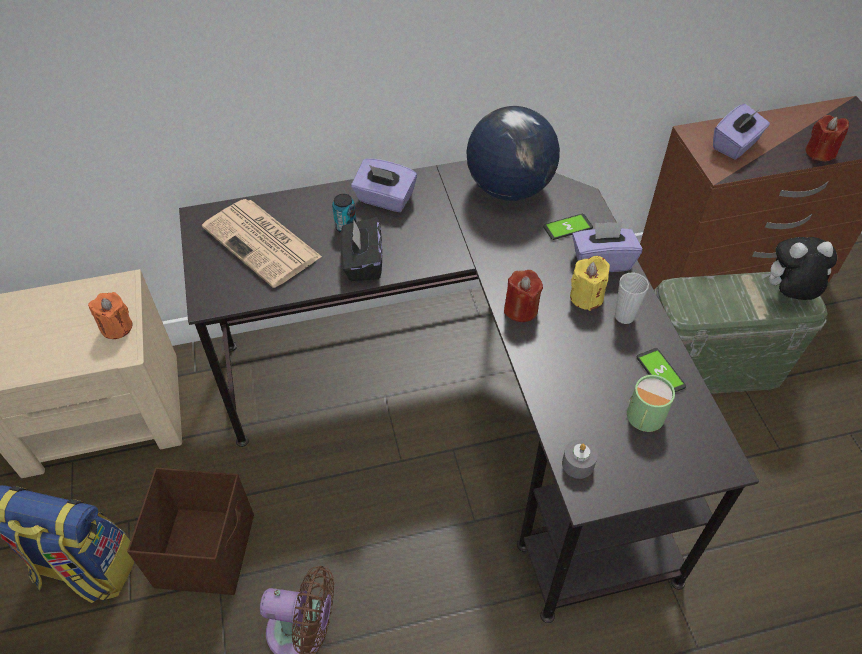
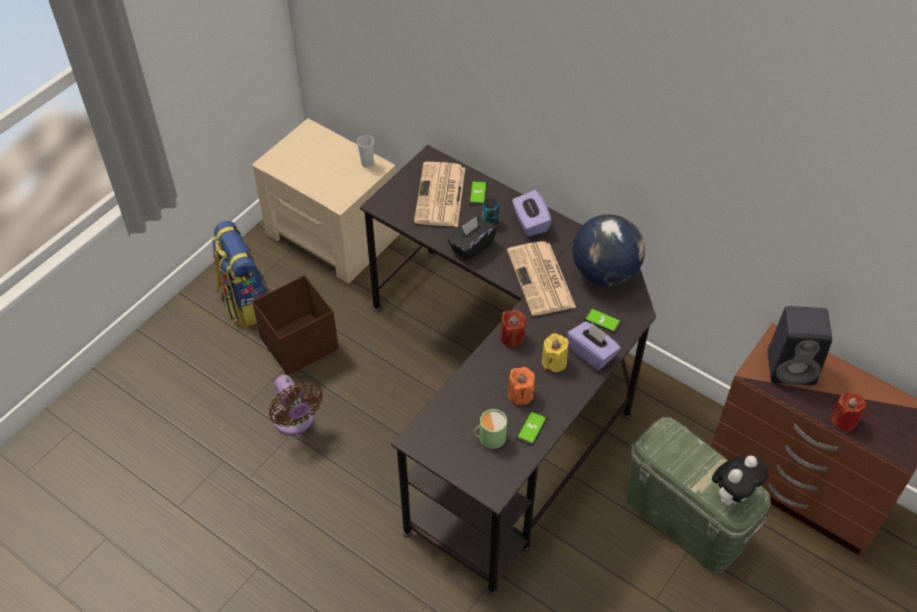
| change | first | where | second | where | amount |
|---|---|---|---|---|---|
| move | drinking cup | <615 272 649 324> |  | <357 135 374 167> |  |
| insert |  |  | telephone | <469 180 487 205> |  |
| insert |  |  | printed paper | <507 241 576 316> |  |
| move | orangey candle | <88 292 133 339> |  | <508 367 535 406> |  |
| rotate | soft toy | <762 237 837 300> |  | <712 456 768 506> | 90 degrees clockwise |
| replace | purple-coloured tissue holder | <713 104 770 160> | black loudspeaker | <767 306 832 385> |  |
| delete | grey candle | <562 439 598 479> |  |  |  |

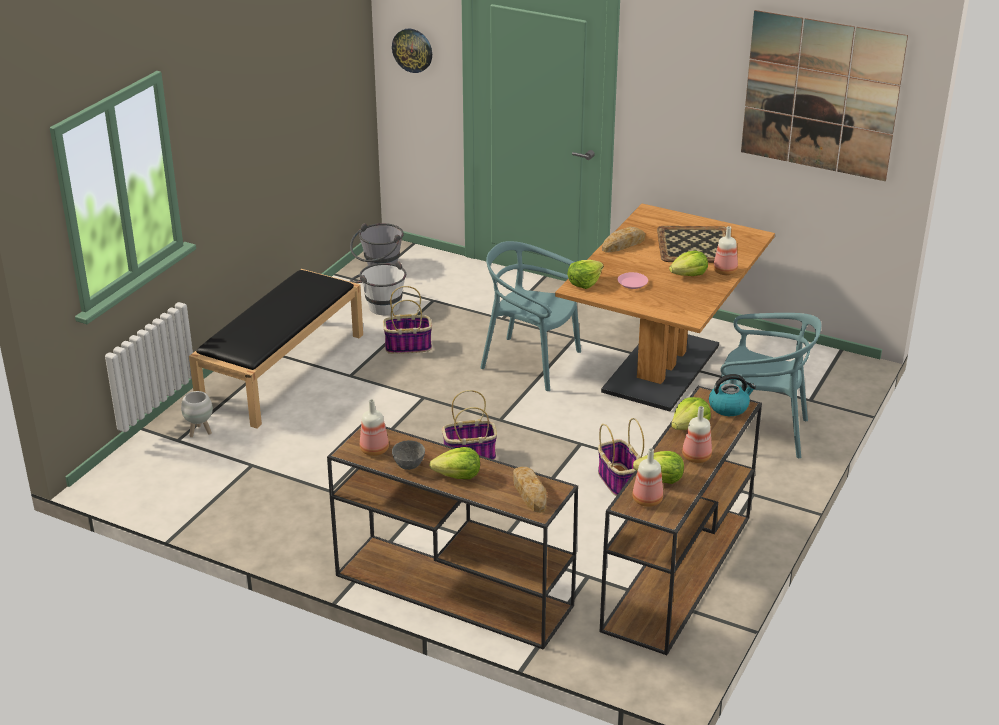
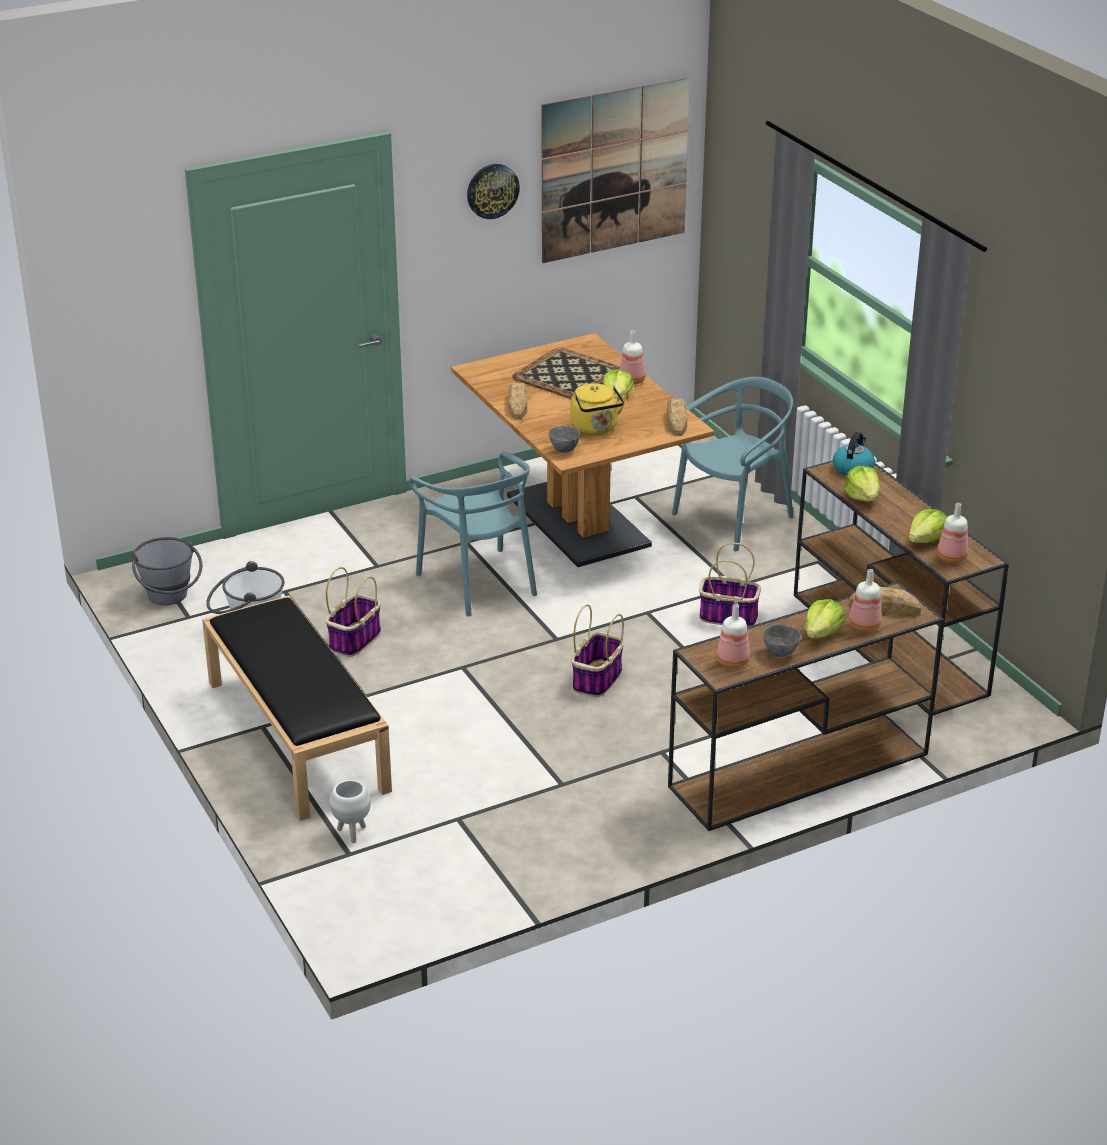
| change | first | where | second | where | amount |
|---|---|---|---|---|---|
| rotate | blue-green upright chair | <480 241 581 391> |  | <409 452 537 617> | 90 degrees counterclockwise |
| move | wall clock | <392 29 432 73> |  | <467 164 520 219> |  |
| replace | head of lettuce | <567 260 604 289> | grey serving bowl | <549 426 580 453> |  |
| replace | pink flat dish | <618 272 648 289> | yellow-coloured kettle | <571 384 626 435> |  |
| insert |  |  | bakery bread | <667 399 687 436> |  |
| move | drink bottle | <682 406 712 463> |  | <849 569 882 632> |  |

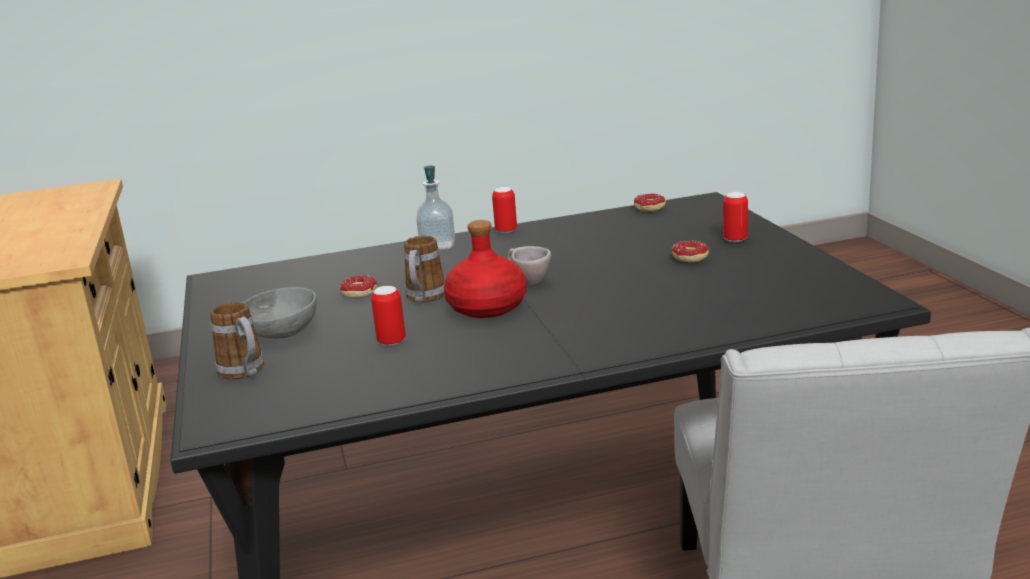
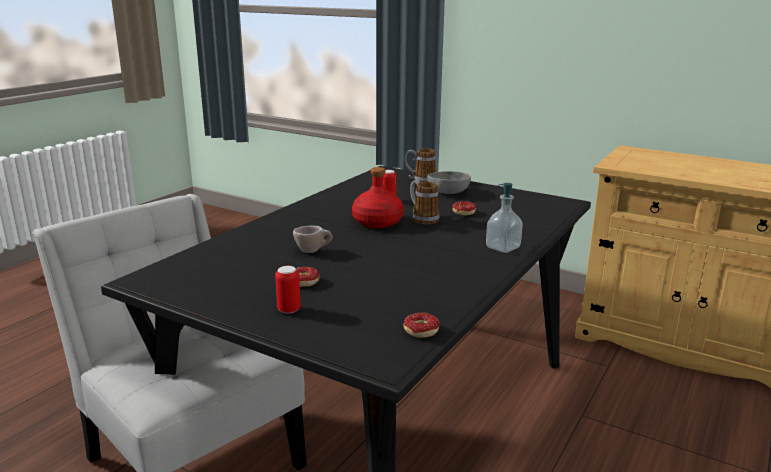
| change | first | where | second | where | amount |
|---|---|---|---|---|---|
| move | beige drinking cup | <507 246 551 285> |  | <293 225 333 253> |  |
| delete | metal can | <492 187 517 233> |  |  |  |

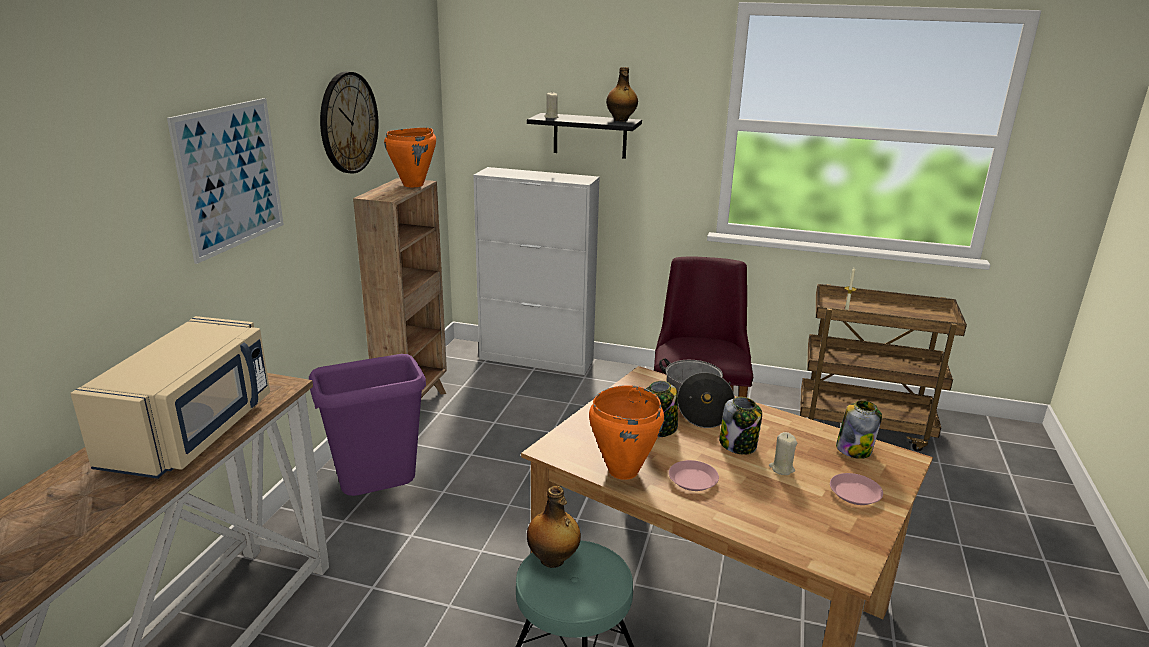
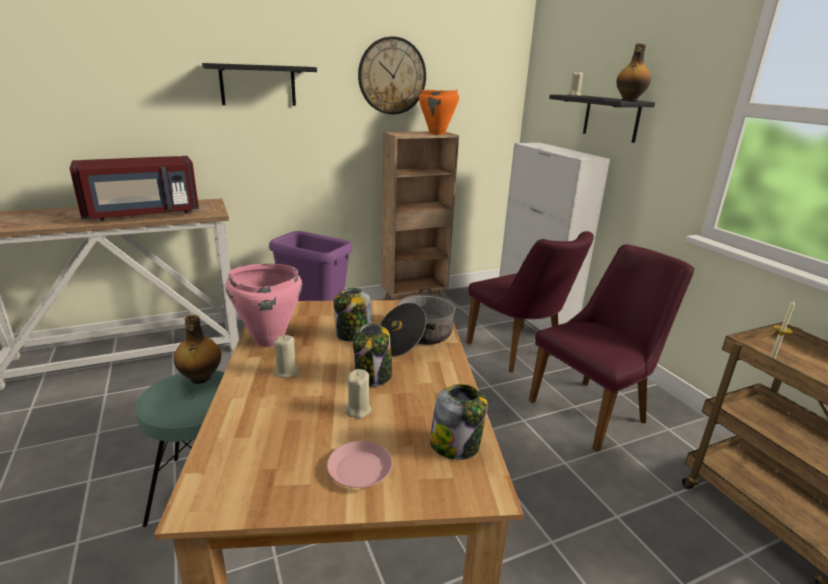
| change | first | where | second | where | amount |
|---|---|---|---|---|---|
| recolor | beige kitchen microwave | <70 316 270 479> | red-coloured kitchen microwave | <69 156 199 220> |  |
| replace | wall picture | <167 98 284 264> | black wall shelf | <202 63 317 106> |  |
| recolor | orangey saucepot | <589 385 664 480> | pink saucepot | <226 264 302 347> |  |
| replace | pink flat dish | <669 460 719 491> | beige candle | <273 335 300 378> |  |
| insert |  |  | purple-coloured upright chair | <466 231 594 373> |  |

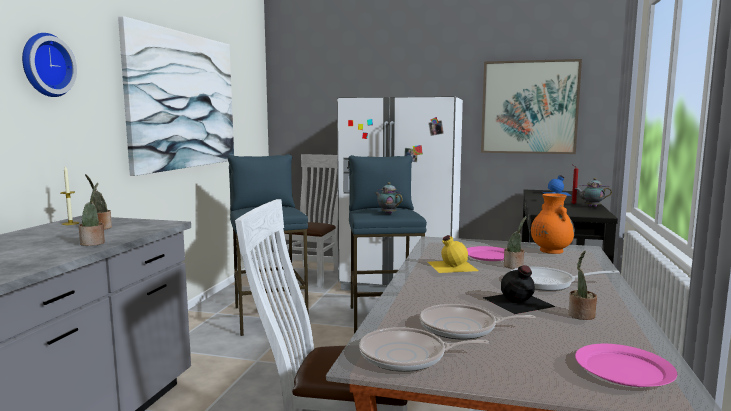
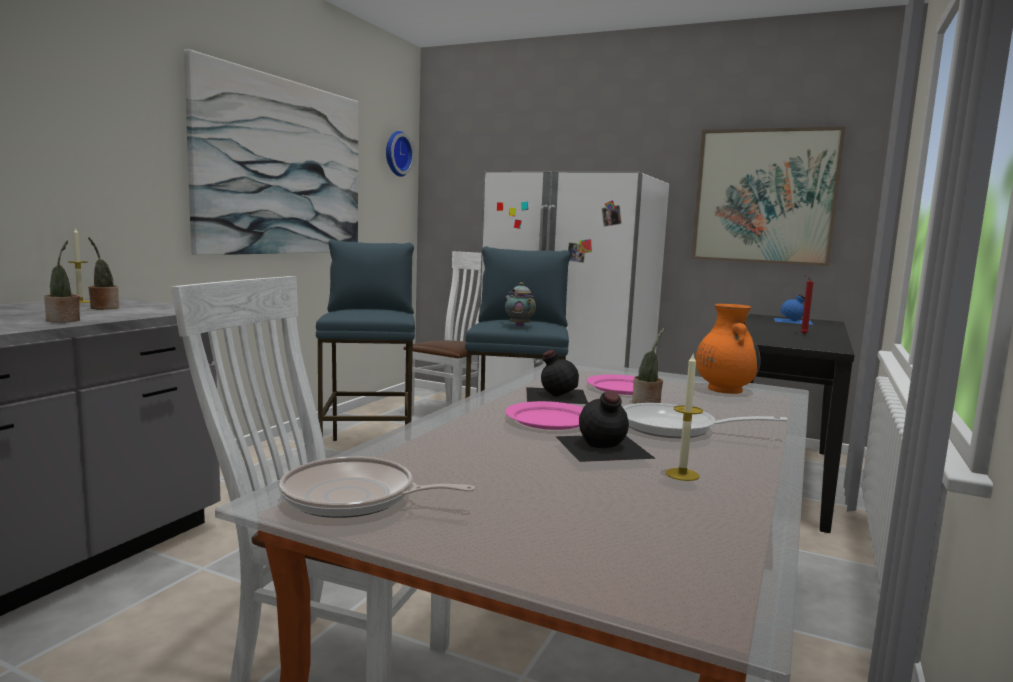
| change | first | where | second | where | amount |
|---|---|---|---|---|---|
| move | wall clock | <22 33 77 97> |  | <386 131 415 177> |  |
| move | pink flat dish | <575 344 677 387> |  | <505 401 584 430> |  |
| recolor | yellow-coloured drink bottle | <428 235 479 273> | black drink bottle | <526 350 588 404> |  |
| replace | houseplant | <569 251 597 320> | candle | <666 354 703 481> |  |
| delete | pan | <420 304 535 339> |  |  |  |
| delete | teapot | <575 178 612 207> |  |  |  |

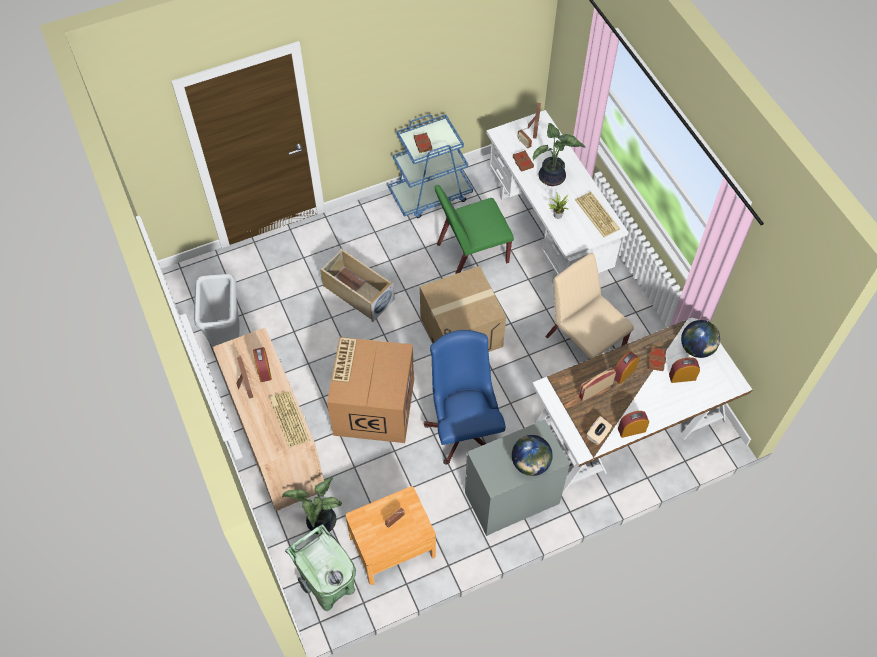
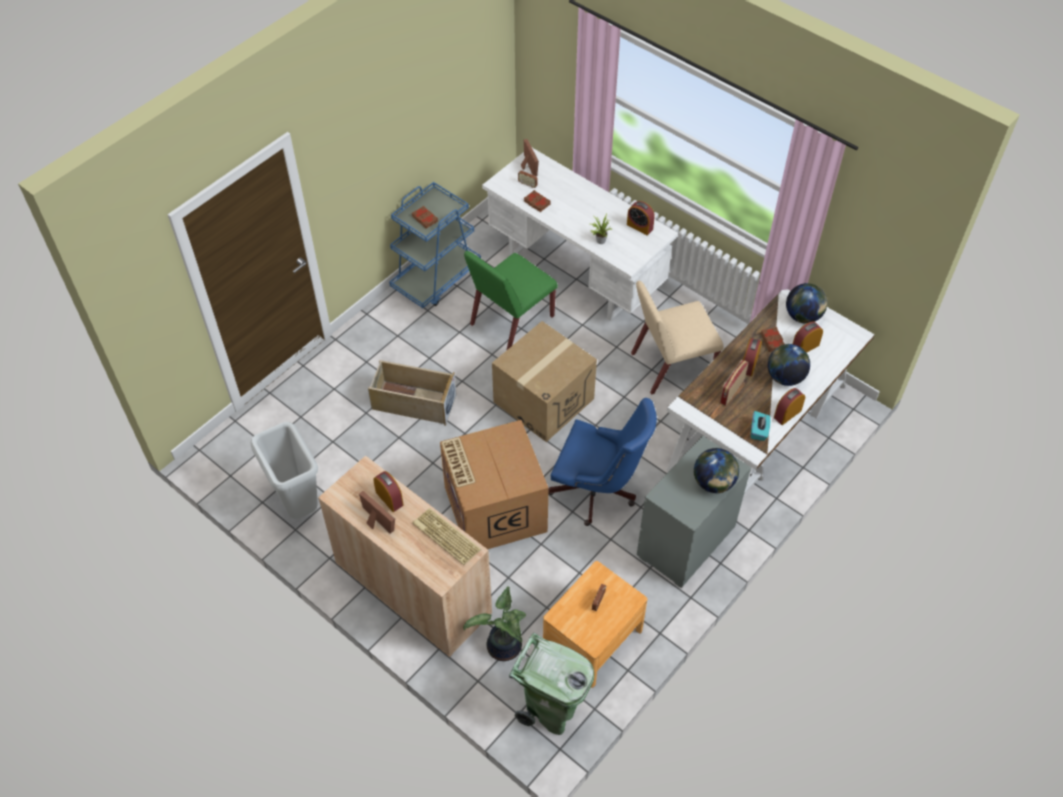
| change | first | where | second | where | amount |
|---|---|---|---|---|---|
| rotate | blue computer chair | <424 330 506 464> |  | <548 398 657 526> | 150 degrees clockwise |
| replace | PC keyboard | <575 192 620 237> | bedside clock | <627 201 655 235> |  |
| rotate | beige upright chair | <545 253 634 359> |  | <631 281 724 394> | 45 degrees counterclockwise |
| recolor | beige tissue holder | <586 416 612 445> | blue-green tissue holder | <751 411 770 441> |  |
| insert |  |  | globe | <768 344 810 386> |  |
| delete | houseplant | <533 123 585 186> |  |  |  |

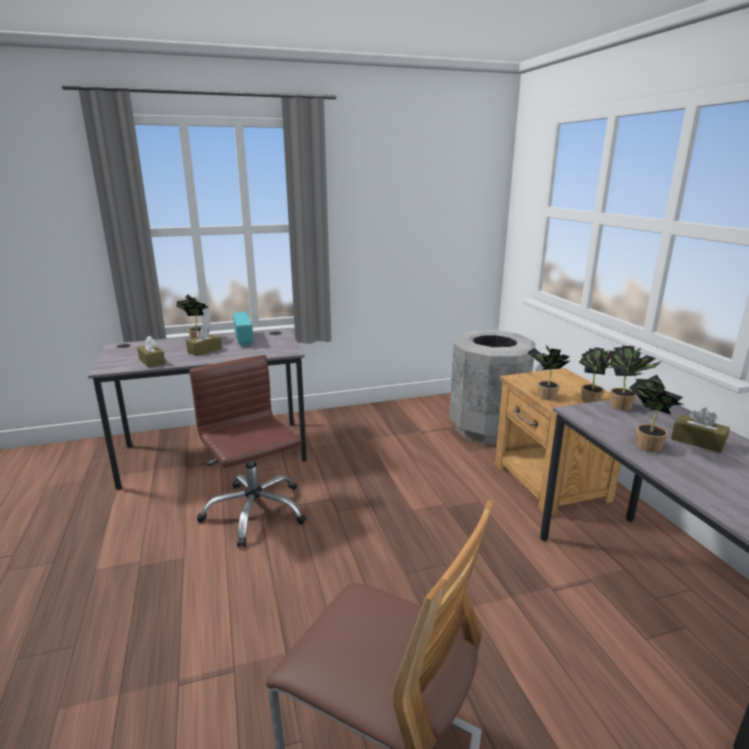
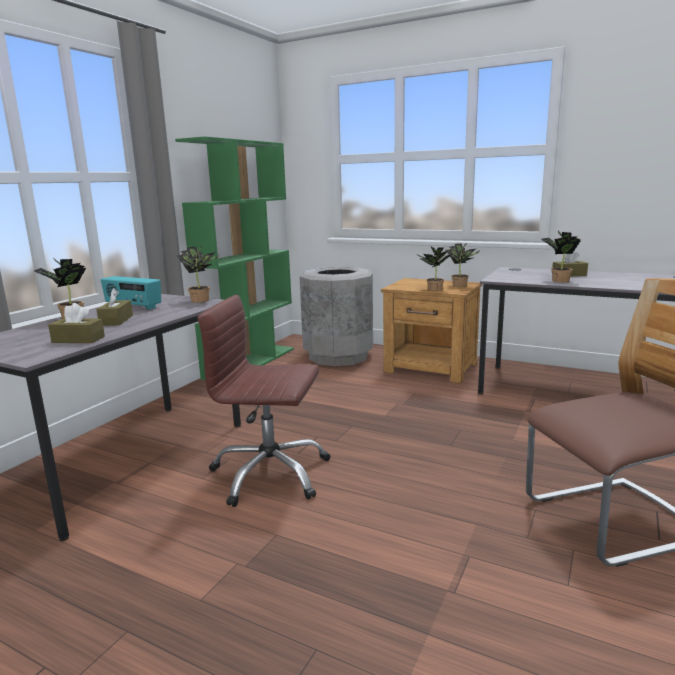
| change | first | where | second | where | amount |
|---|---|---|---|---|---|
| insert |  |  | greenish bookcase | <175 137 294 380> |  |
| move | houseplant | <609 346 661 411> |  | <177 246 219 303> |  |

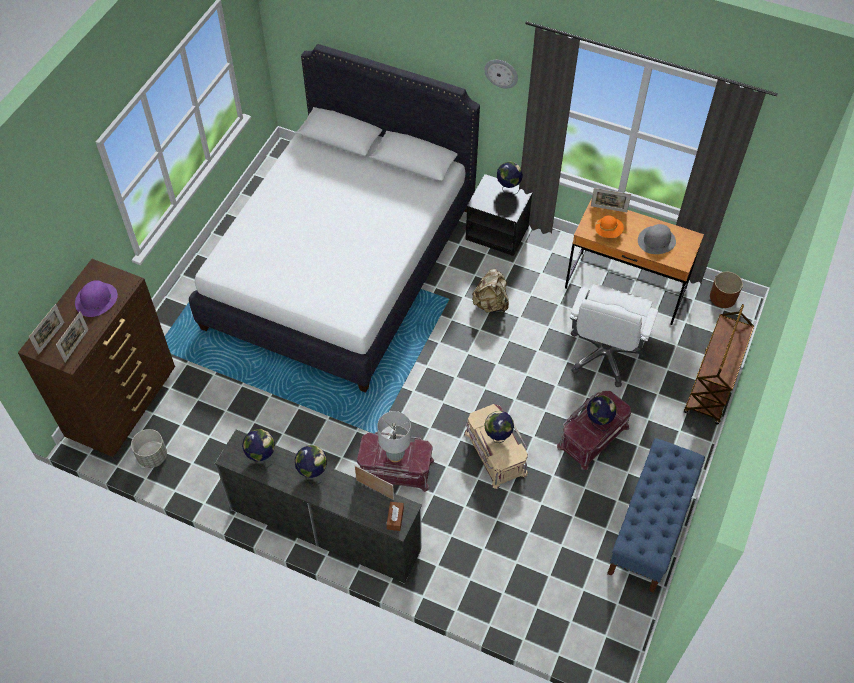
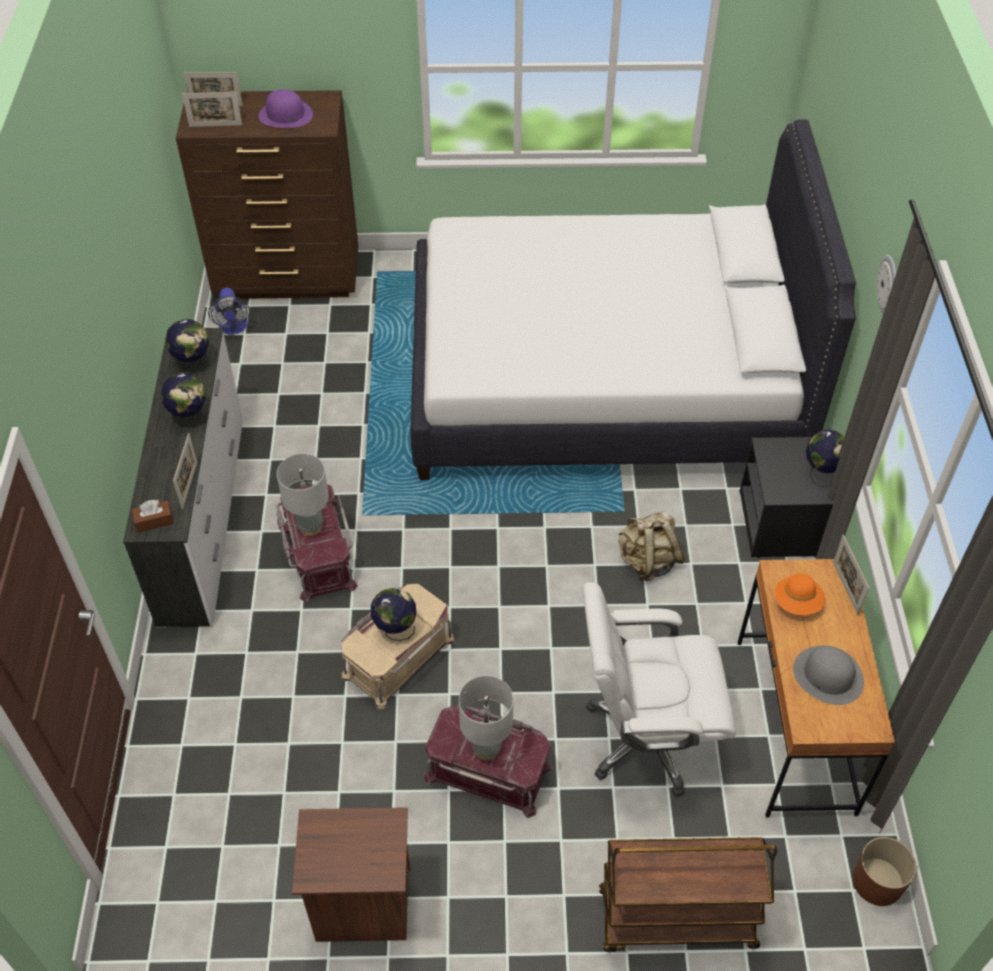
| change | first | where | second | where | amount |
|---|---|---|---|---|---|
| replace | grey plant pot | <131 429 167 468> | cooling fan | <208 287 250 335> |  |
| replace | blue indoor bench | <607 438 705 593> | brownish bedside table | <292 807 411 942> |  |
| replace | globe | <587 395 617 431> | grey lamp for a table | <459 676 513 760> |  |

